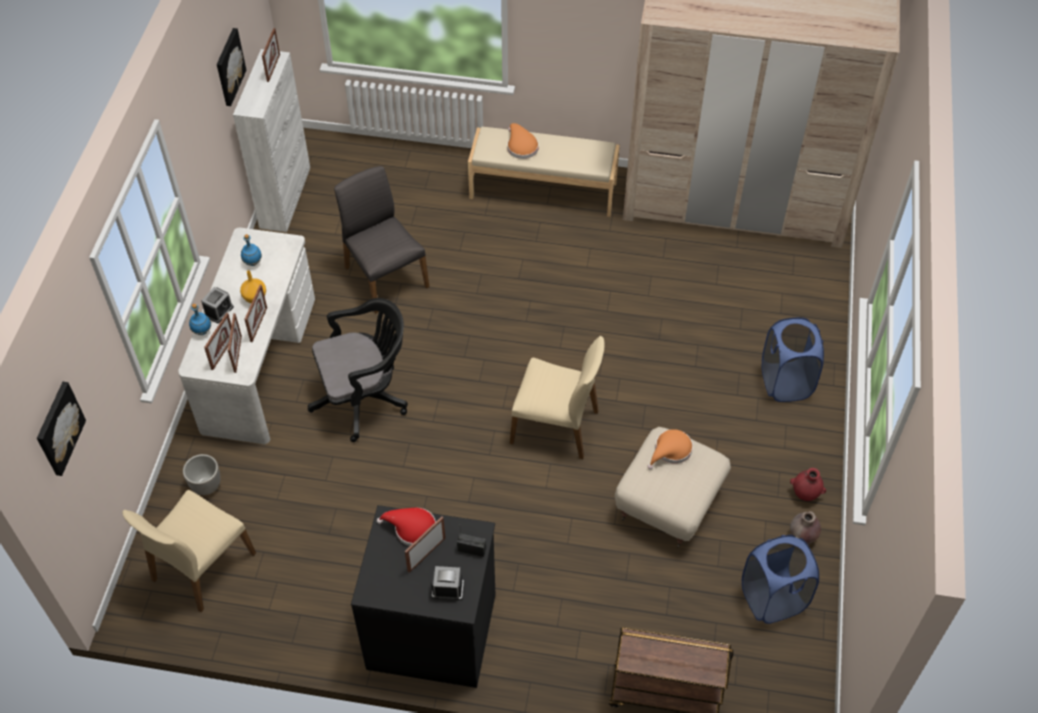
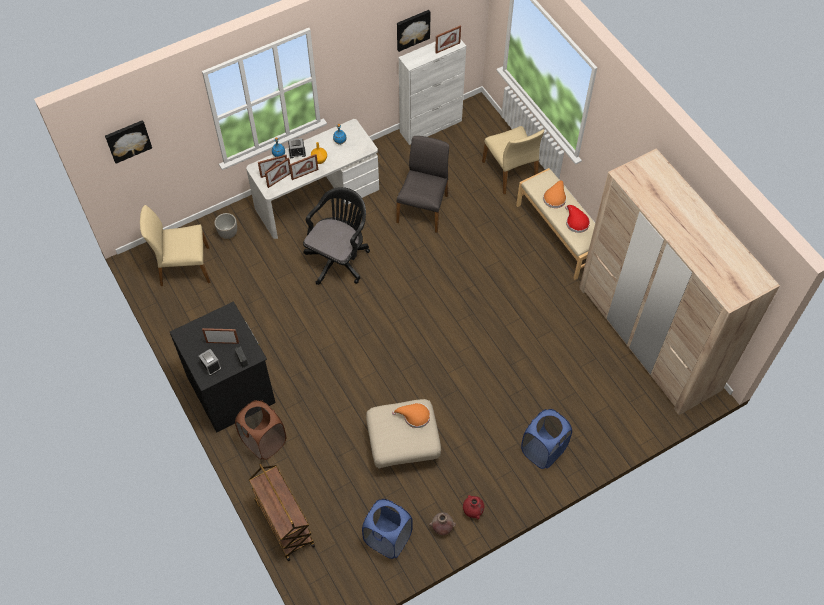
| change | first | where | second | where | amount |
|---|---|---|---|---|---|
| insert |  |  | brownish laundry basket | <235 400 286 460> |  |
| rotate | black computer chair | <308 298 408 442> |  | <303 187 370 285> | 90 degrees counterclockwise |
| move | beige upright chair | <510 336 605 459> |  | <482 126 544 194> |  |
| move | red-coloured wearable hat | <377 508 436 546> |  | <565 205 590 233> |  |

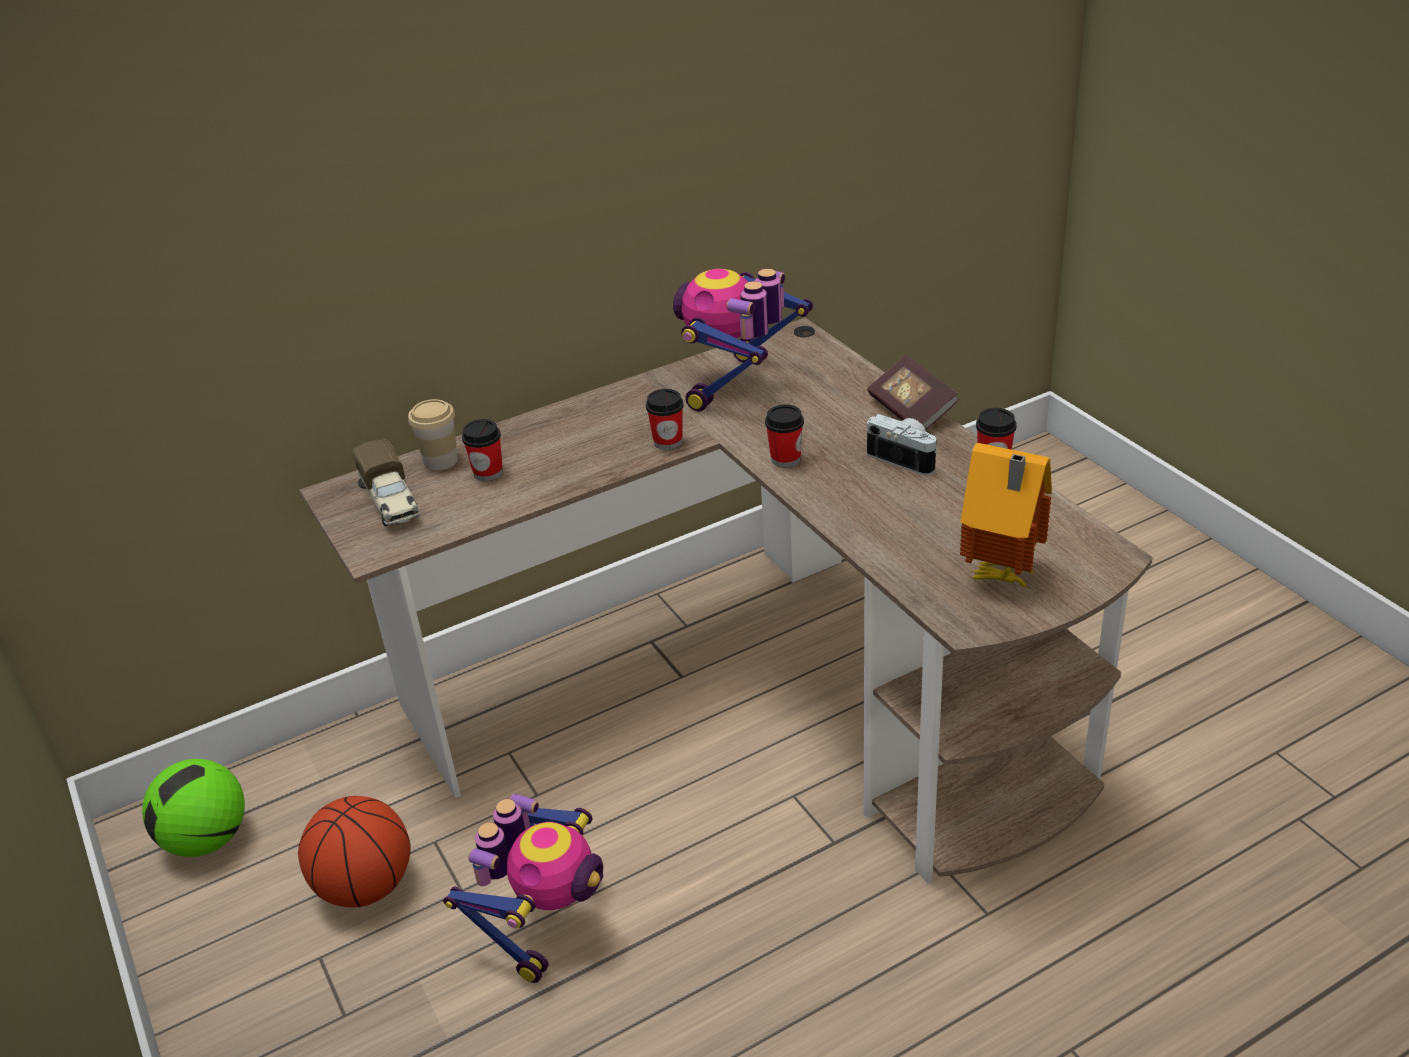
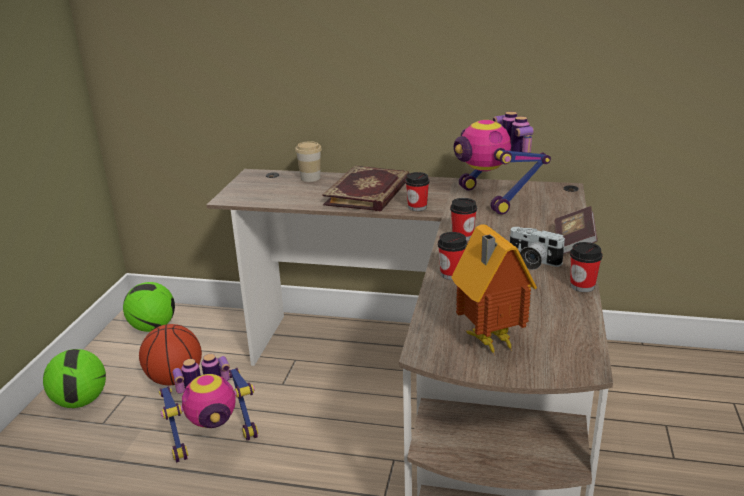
| change | first | where | second | where | amount |
|---|---|---|---|---|---|
| insert |  |  | ball for football | <43 349 106 408> |  |
| insert |  |  | book | <323 165 409 211> |  |
| move | drinking cup | <462 419 503 481> |  | <438 232 468 280> |  |
| rotate | model robot | <673 269 813 411> |  | <454 112 551 215> | 90 degrees counterclockwise |
| rotate | photo camera | <866 414 938 475> |  | <509 227 566 270> | 135 degrees clockwise |
| delete | toy lorry | <353 439 421 526> |  |  |  |

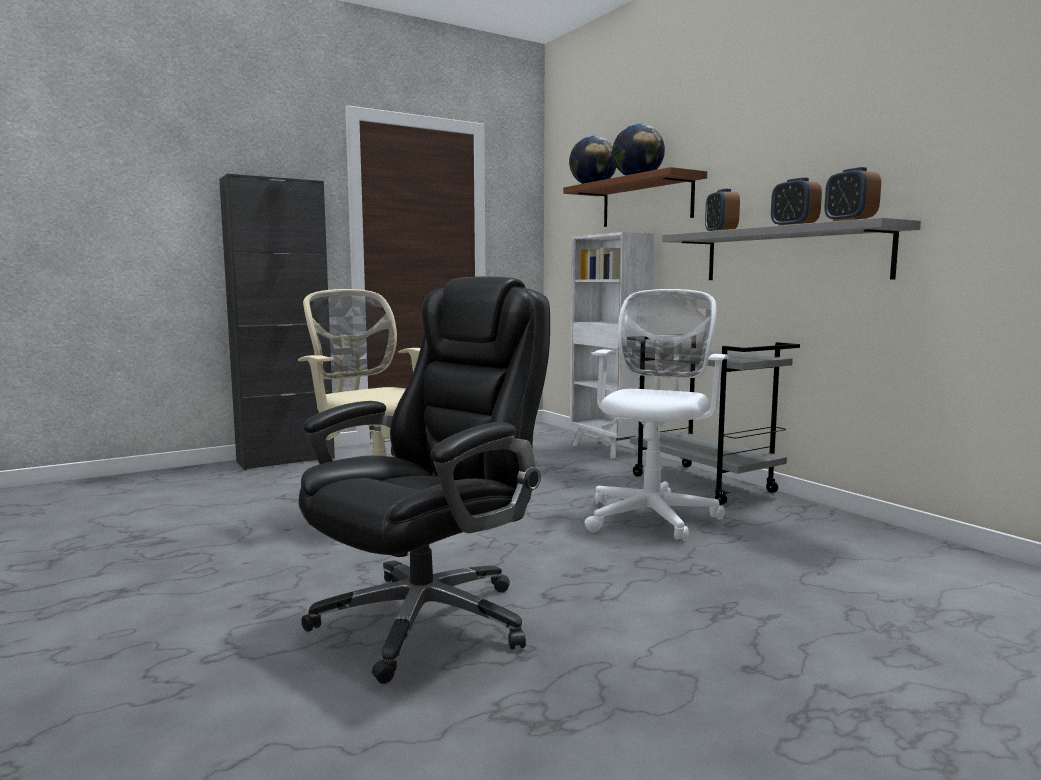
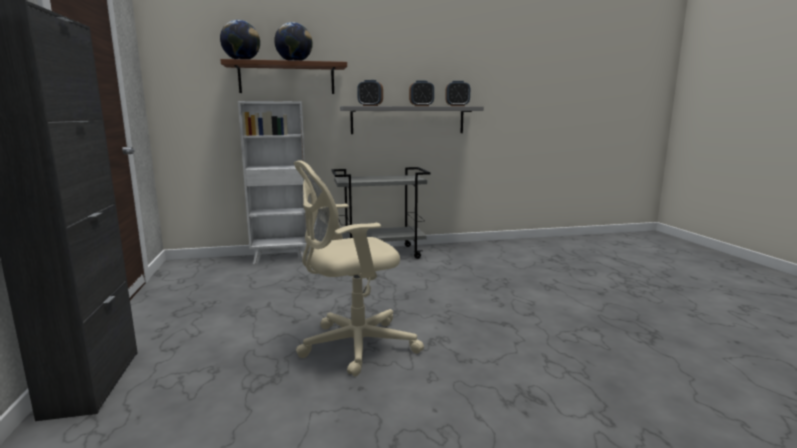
| change | first | where | second | where | amount |
|---|---|---|---|---|---|
| delete | black computer chair | <299 276 550 684> |  |  |  |
| delete | whitish computer chair | <584 289 728 541> |  |  |  |

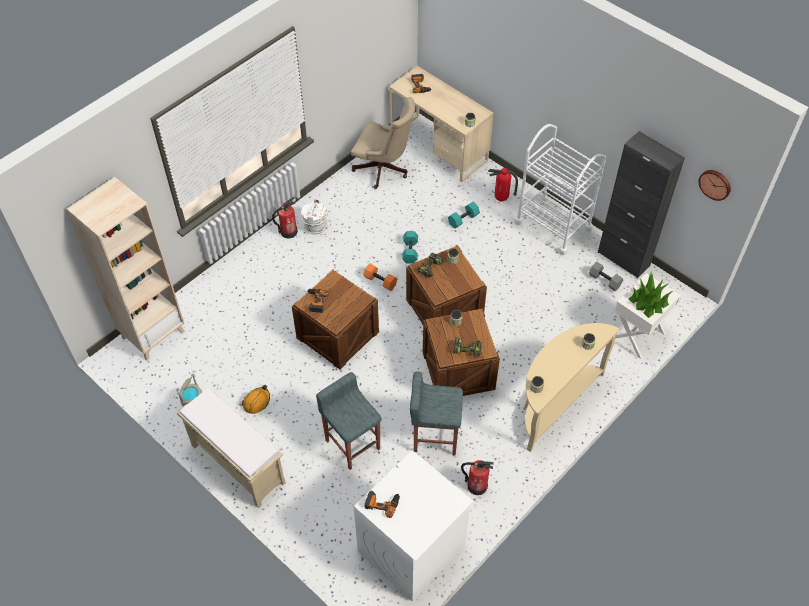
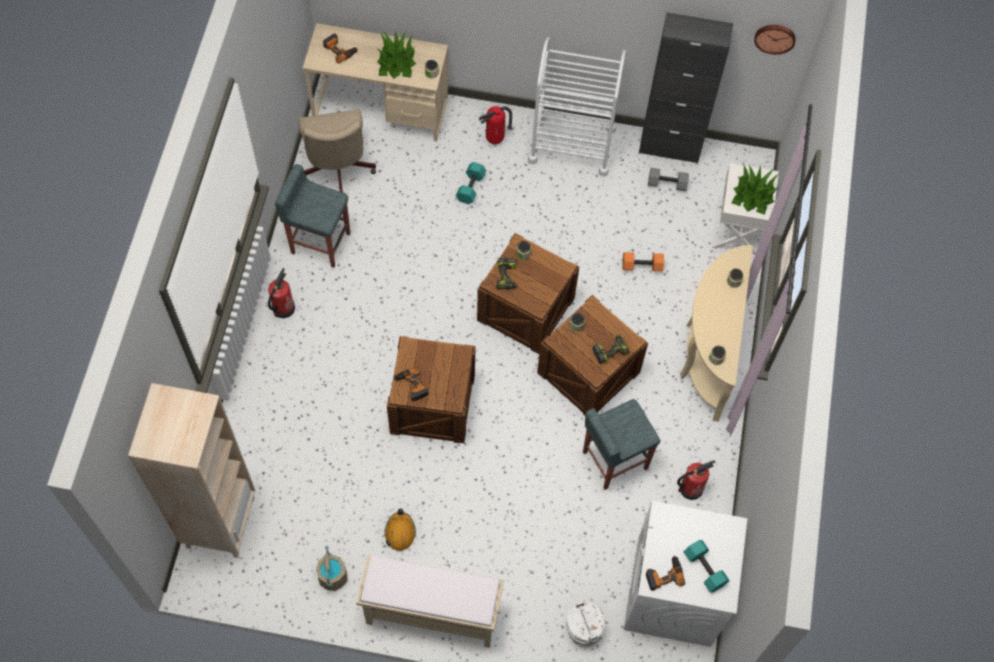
| change | first | where | second | where | amount |
|---|---|---|---|---|---|
| move | grey sitting stool | <316 372 382 470> |  | <275 164 350 268> |  |
| rotate | beige computer chair | <351 97 415 189> |  | <299 109 376 192> | 90 degrees clockwise |
| insert |  |  | houseplant | <376 31 416 79> |  |
| move | whitish water bucket | <301 198 328 234> |  | <566 602 606 648> |  |
| move | orangey free weight | <363 263 397 291> |  | <622 252 664 271> |  |
| move | blue-green free weight | <402 231 418 264> |  | <684 540 730 592> |  |

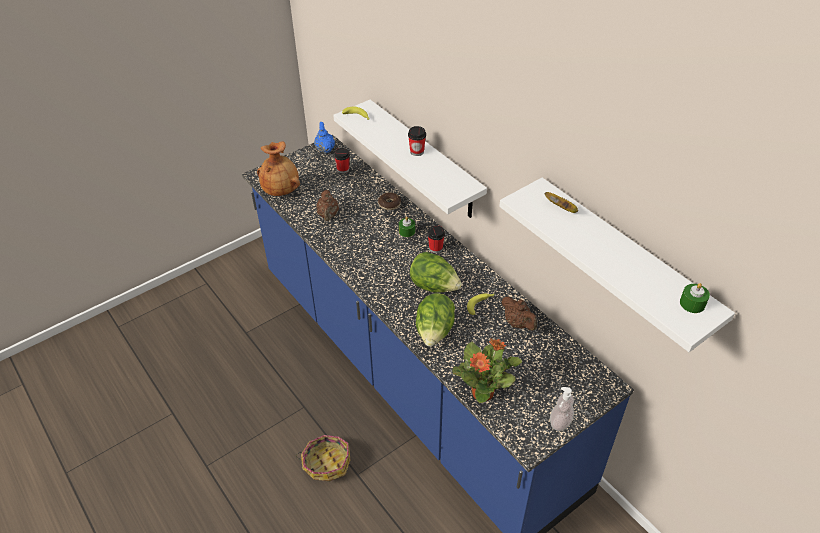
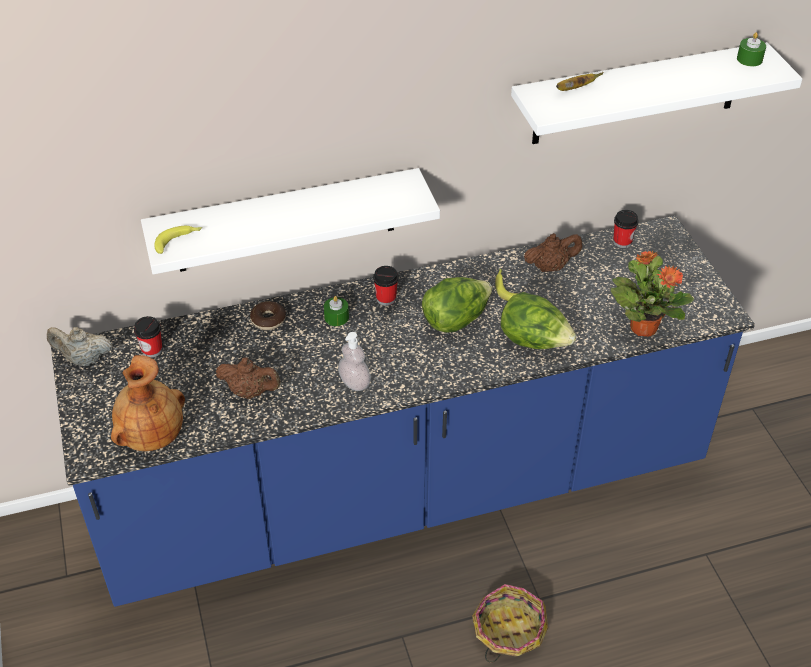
| change | first | where | second | where | amount |
|---|---|---|---|---|---|
| recolor | blue teapot | <314 122 335 153> | beige teapot | <47 327 112 366> |  |
| move | soap dispenser | <550 387 574 431> |  | <338 332 371 391> |  |
| move | drinking cup | <408 126 426 156> |  | <613 210 639 248> |  |

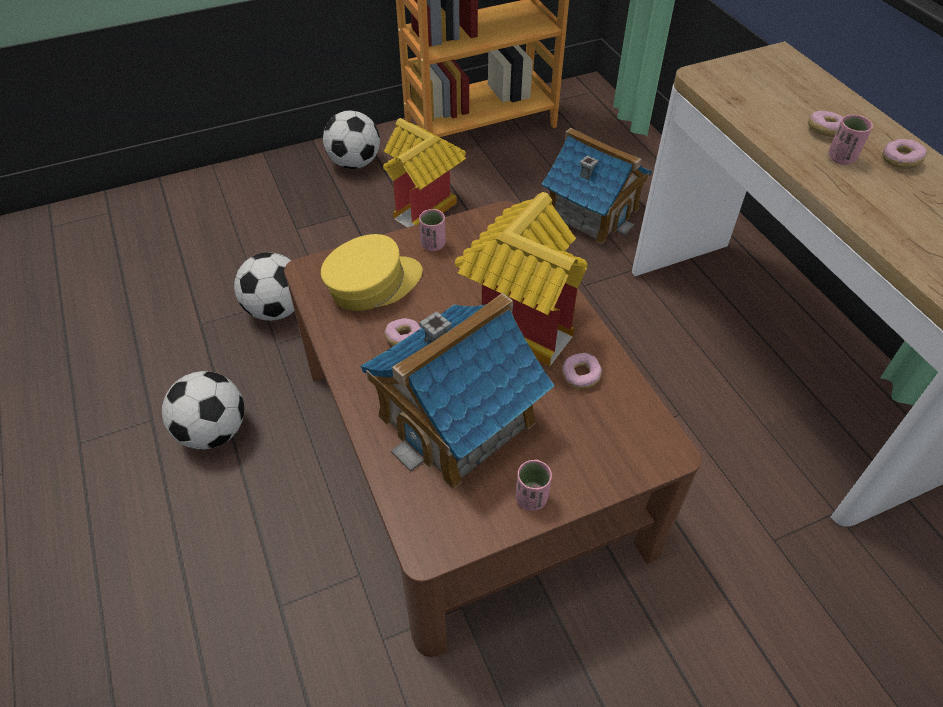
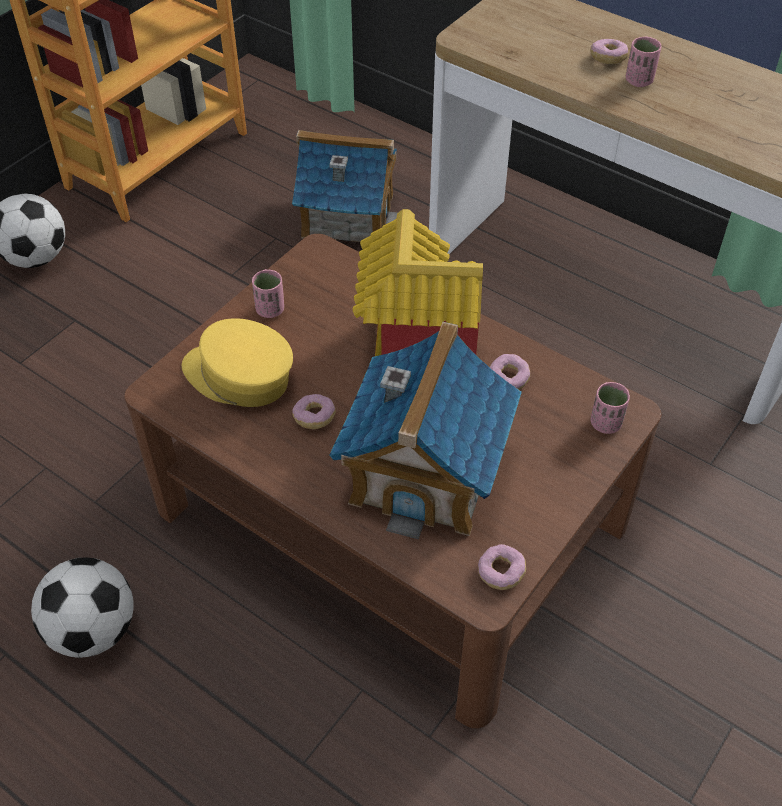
| change | first | where | second | where | amount |
|---|---|---|---|---|---|
| rotate | yellow-coloured cap | <321 234 423 311> |  | <182 318 293 407> | 90 degrees counterclockwise |
| move | ring doughnut | <882 139 927 169> |  | <478 544 526 590> |  |
| move | pink drinking cup | <516 460 552 511> |  | <590 382 630 434> |  |
| delete | ball for football | <234 252 294 321> |  |  |  |
| delete | miniature house | <383 118 466 227> |  |  |  |

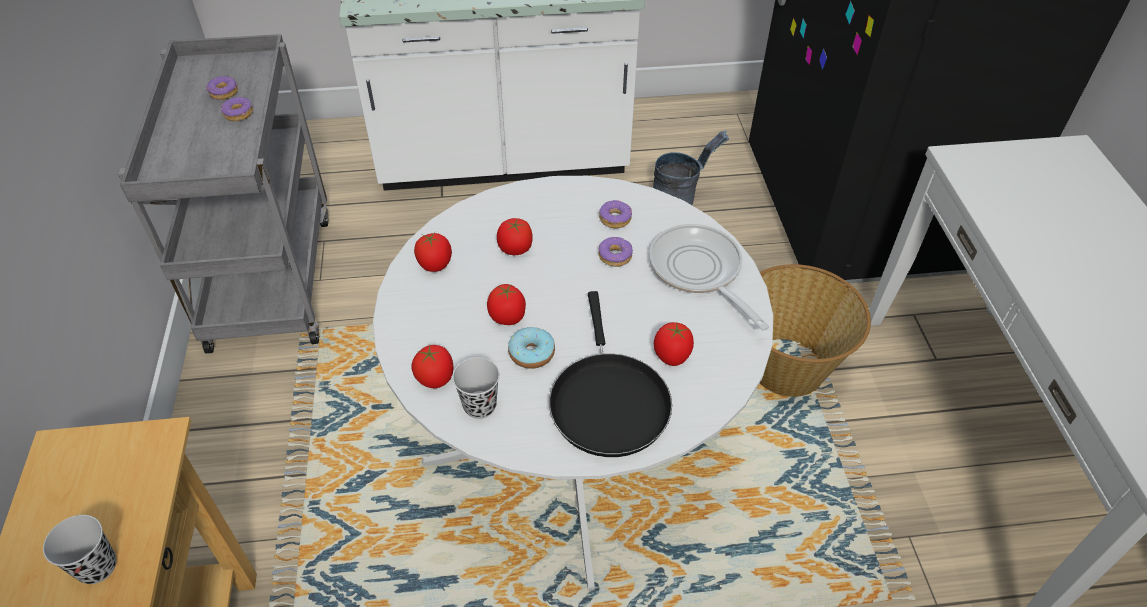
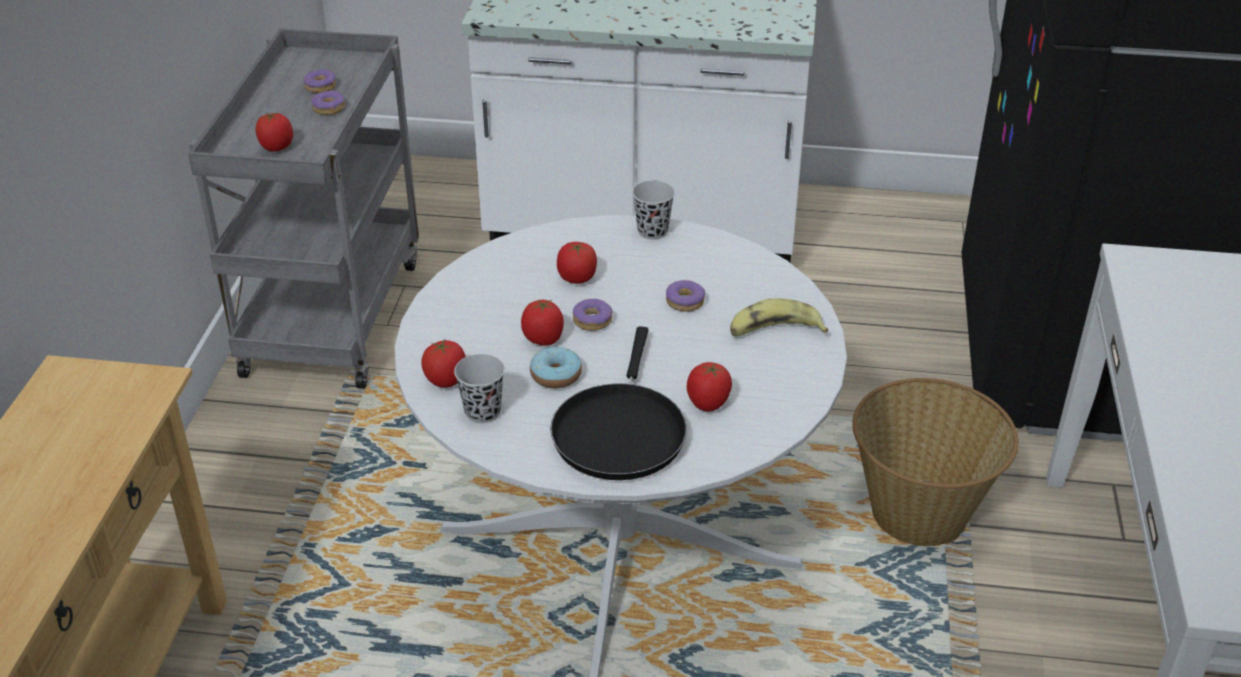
| change | first | where | second | where | amount |
|---|---|---|---|---|---|
| move | fresh tomato | <414 232 452 272> |  | <255 112 293 151> |  |
| move | ring doughnut | <599 200 632 228> |  | <572 299 613 331> |  |
| move | black drinking cup | <43 515 116 584> |  | <632 181 675 239> |  |
| replace | pan | <649 224 769 331> | banana | <730 298 828 336> |  |
| delete | grey water bucket | <653 131 729 205> |  |  |  |

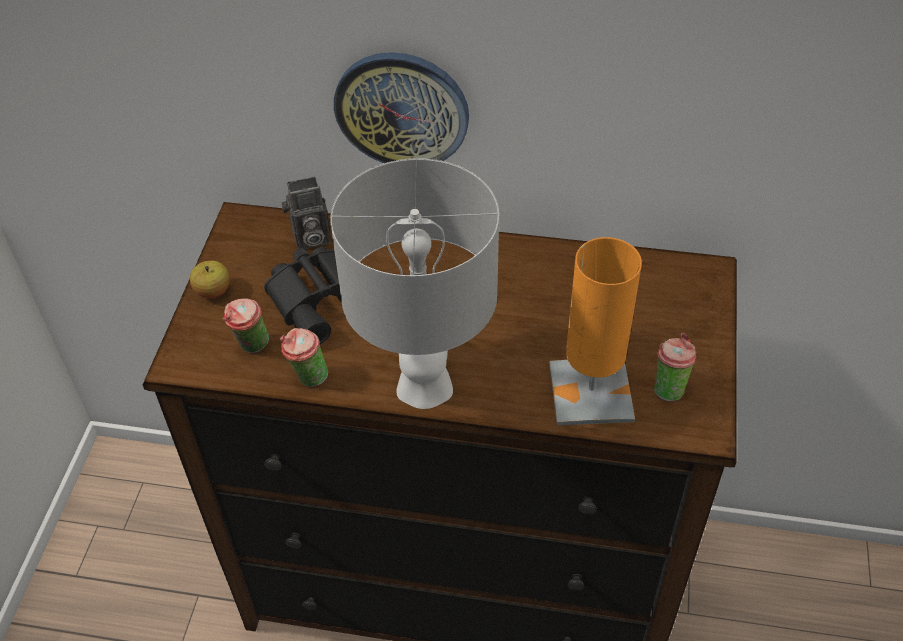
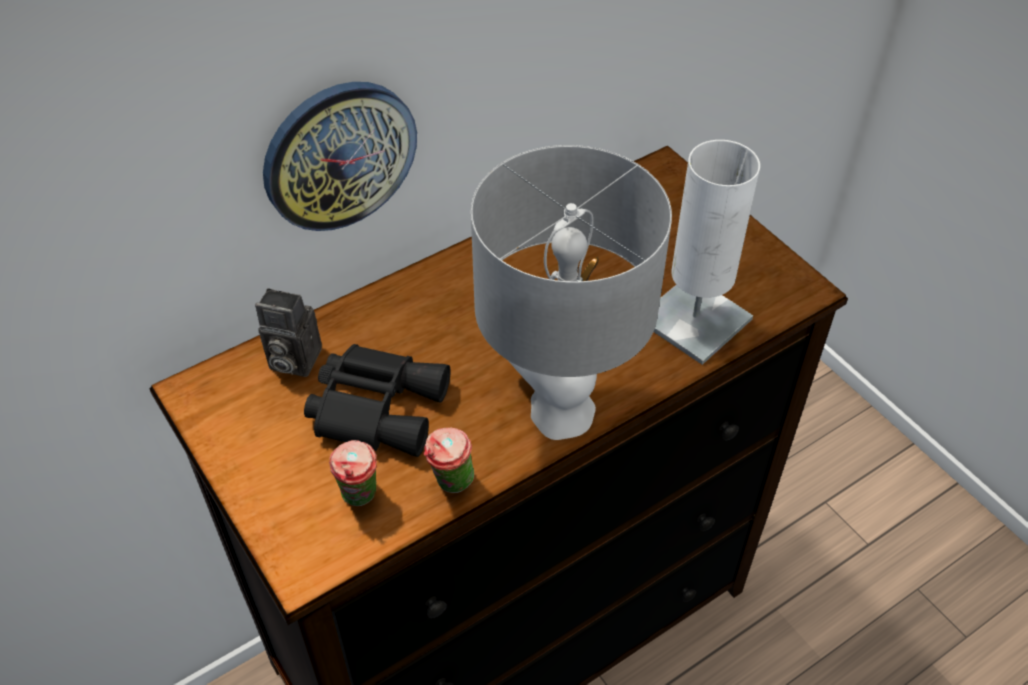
| change | first | where | second | where | amount |
|---|---|---|---|---|---|
| rotate | photo camera | <281 176 331 249> |  | <255 288 322 377> | 75 degrees clockwise |
| recolor | orangey lamp for a table | <549 237 642 425> | whitish lamp for a table | <654 140 760 365> |  |
| delete | apple | <190 260 230 298> |  |  |  |
| delete | drinking cup | <654 333 696 402> |  |  |  |

